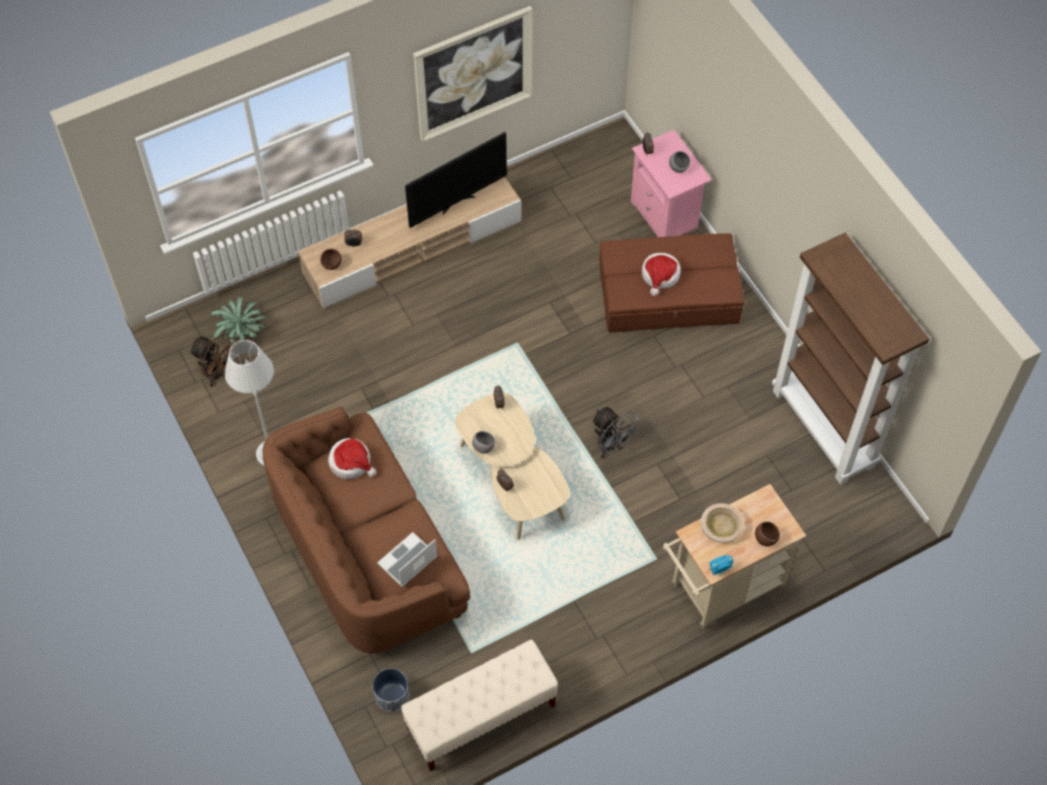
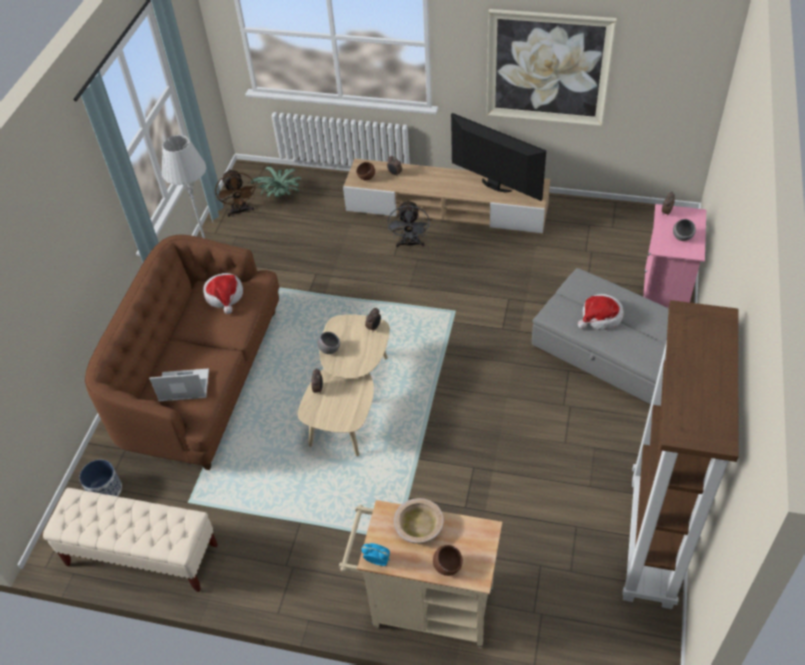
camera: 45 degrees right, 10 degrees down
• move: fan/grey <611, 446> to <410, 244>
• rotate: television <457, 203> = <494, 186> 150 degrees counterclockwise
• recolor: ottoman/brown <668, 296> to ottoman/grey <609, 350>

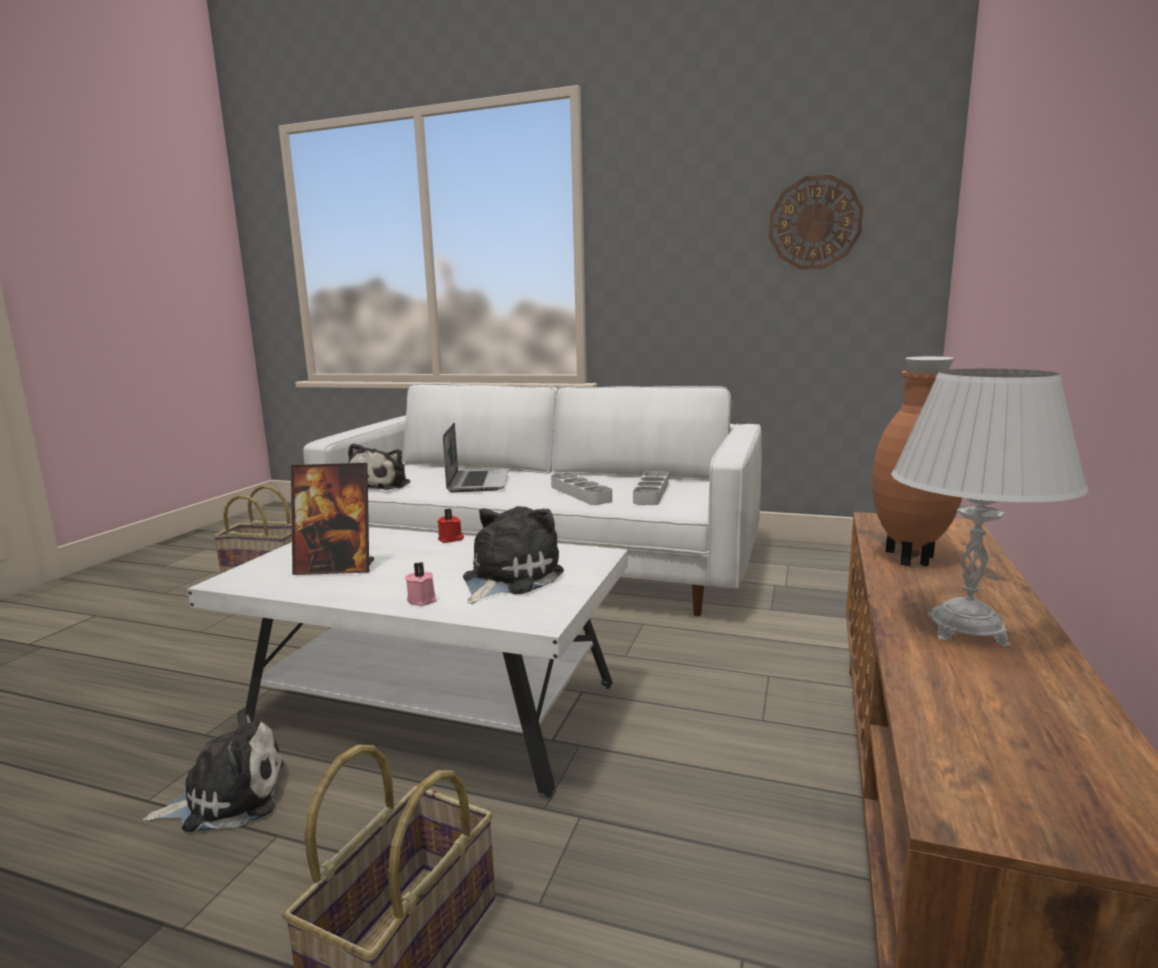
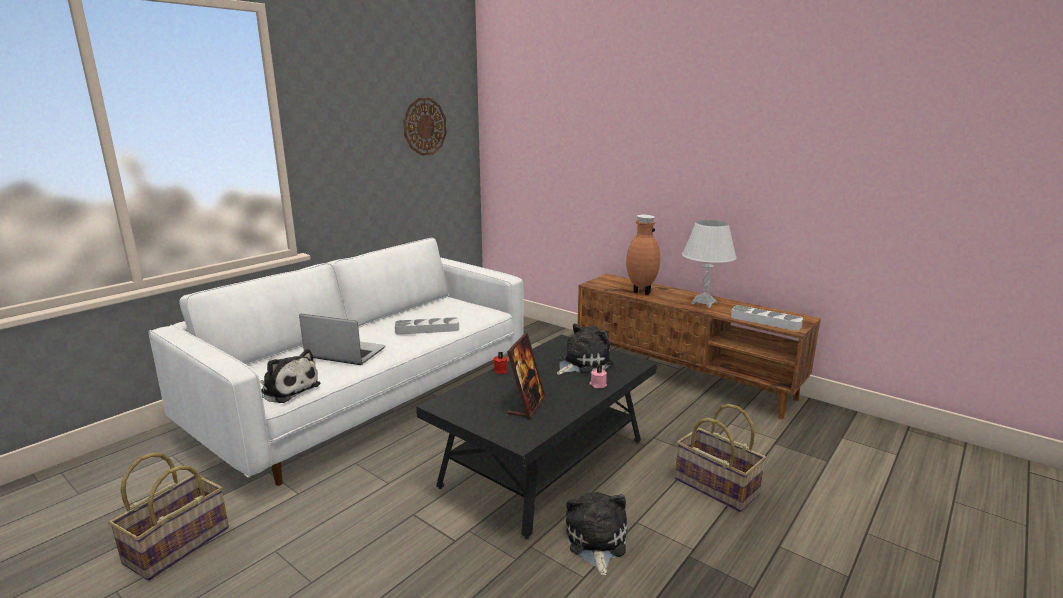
camera: 70 degrees left, 5 degrees up
• recolor: coffee table/white <434, 710> to coffee table/black <545, 464>
• rotate: plush toy <508, 578> = <582, 363> 90 degrees clockwise
• move: tray/grey <651, 492> to <765, 321>

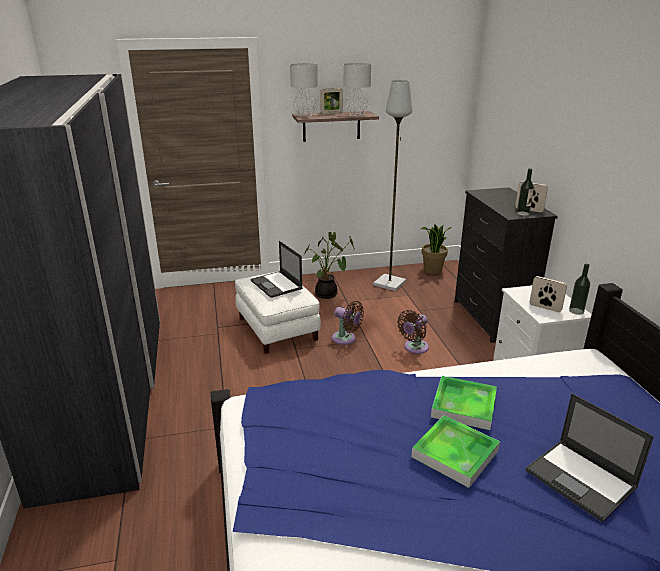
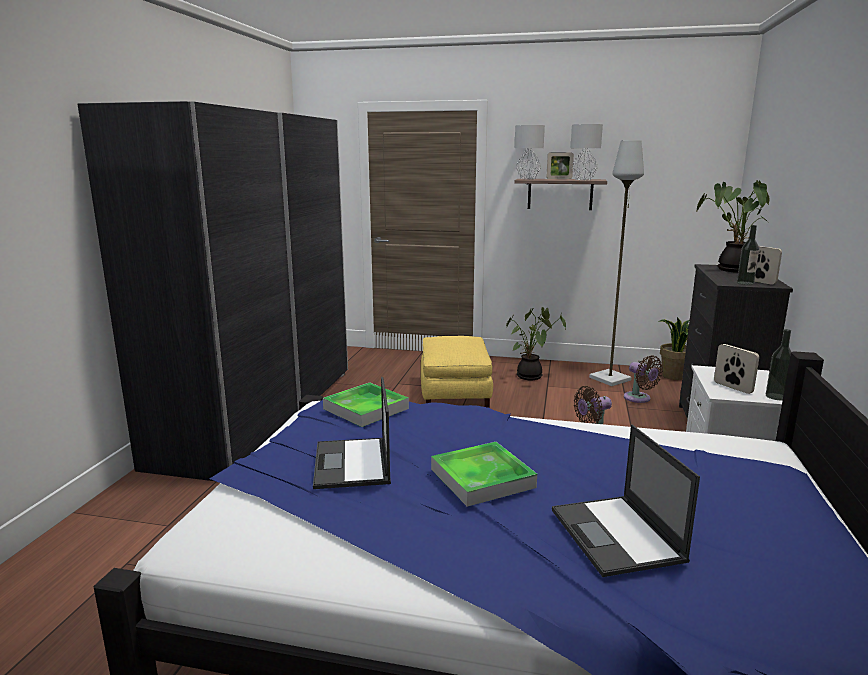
camera: 25 degrees right, 10 degrees down
• move: laptop <277, 285> to <352, 464>
• move: tray <464, 406> to <366, 408>
• recolor: ottoman/white <276, 328> to ottoman/yellow <454, 394>
• move: fan/brown <346, 339> to <639, 399>
• insert: potted plant <731, 270>

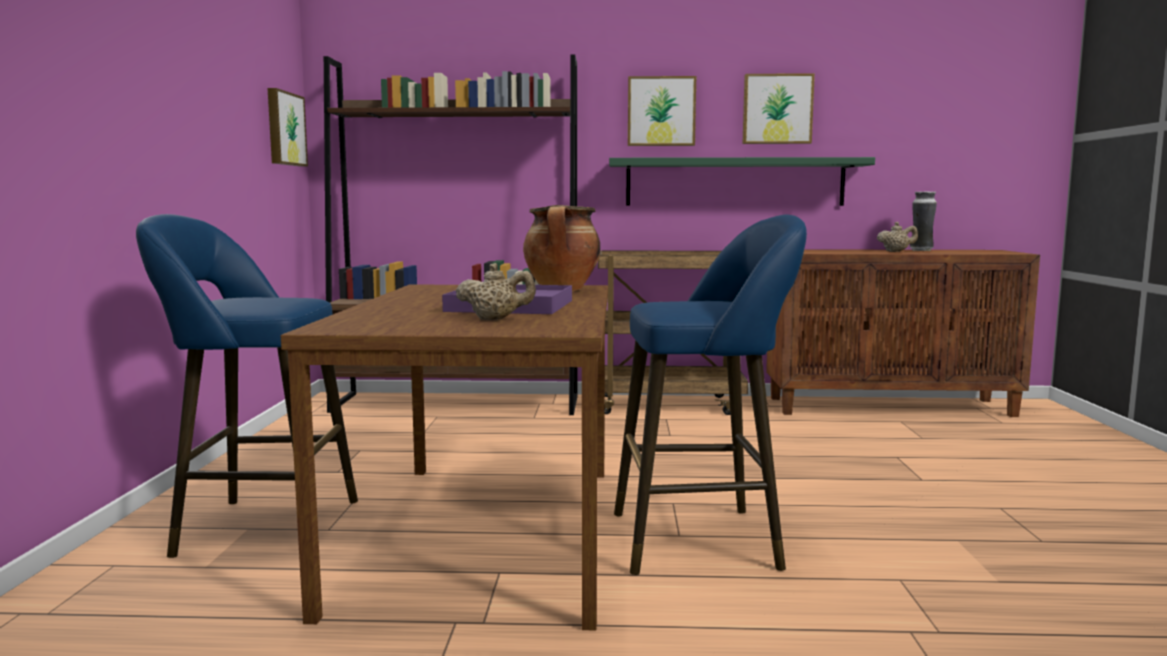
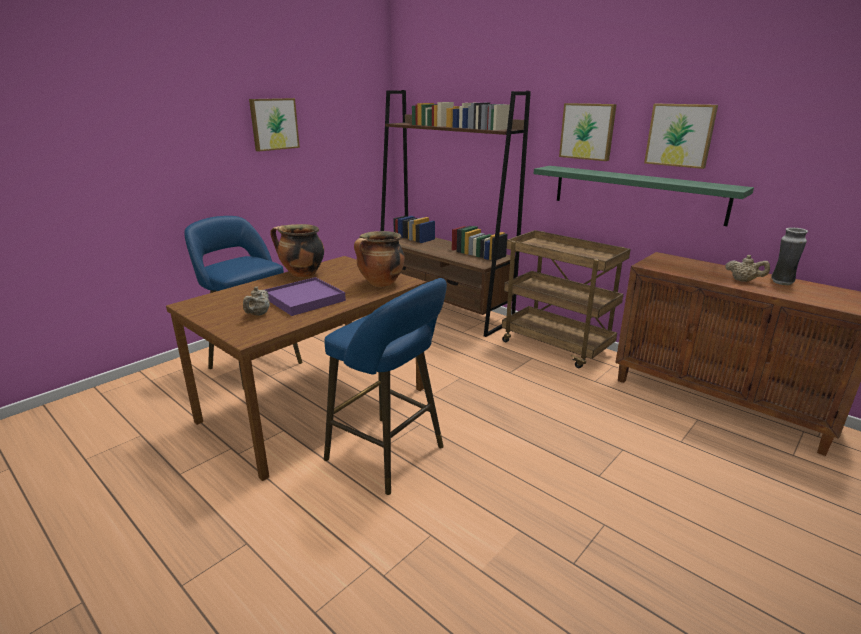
camera: 40 degrees right, 15 degrees up
• rotate: teapot/beige <496, 319> = <258, 314> 60 degrees clockwise
• move: picture <284, 129> to <273, 124>
• insert: cooking pot <301, 274>

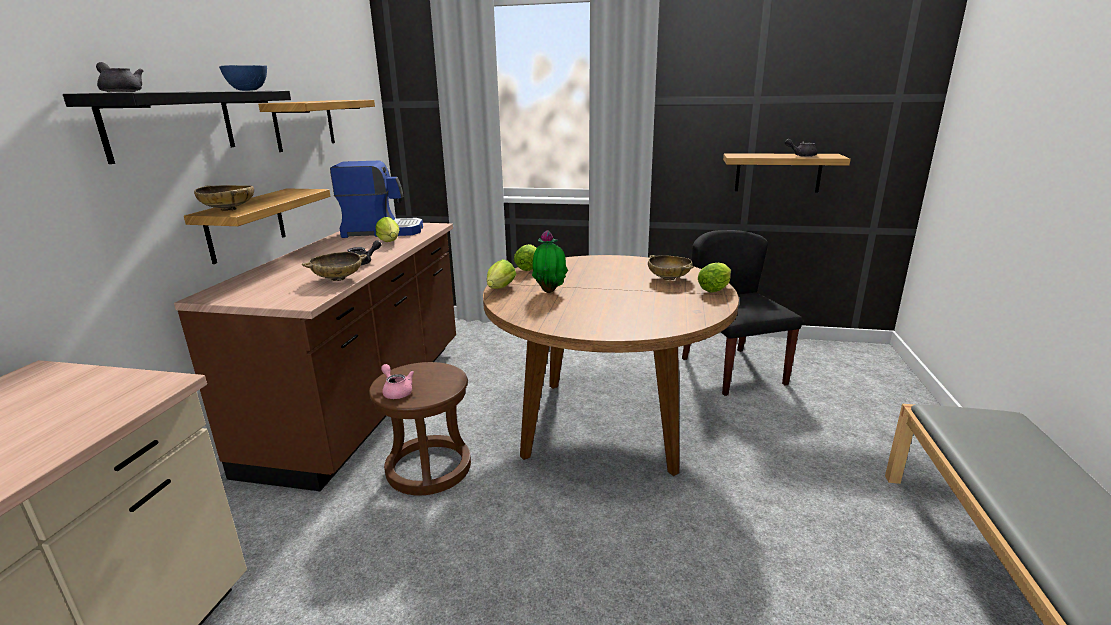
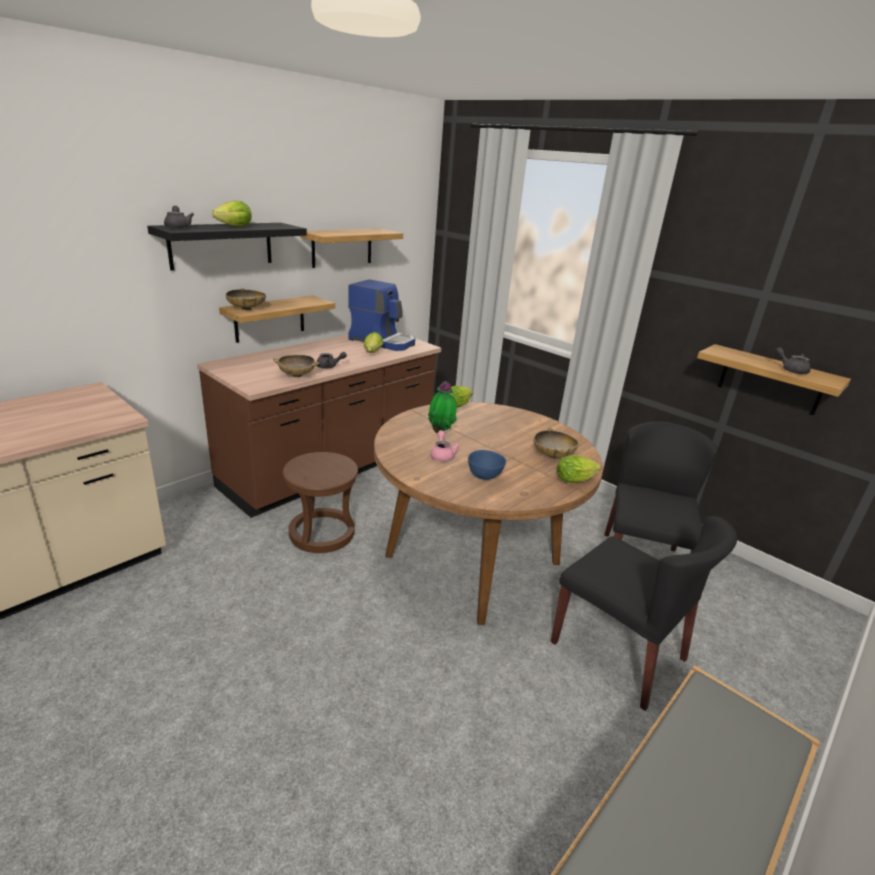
camera: 30 degrees right, 5 degrees up
• move: lettuce <499, 289> to <232, 226>
• move: teapot/pink <396, 391> to <442, 455>
• move: bowl/blue <249, 90> to <485, 476>
• insert: chair/black <619, 651>

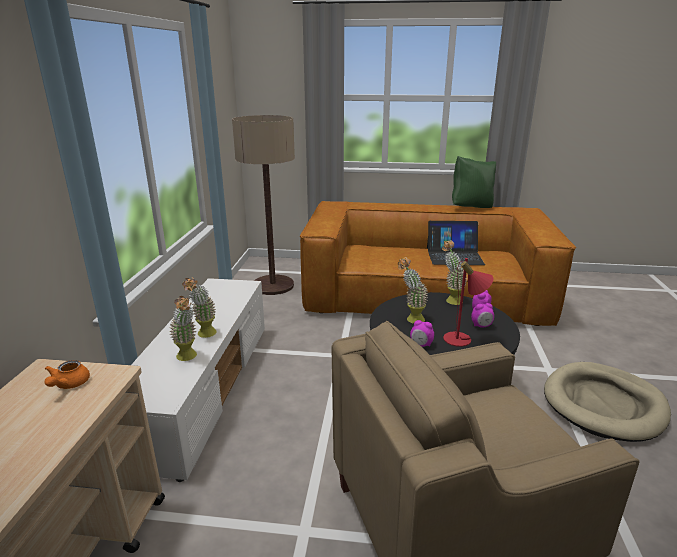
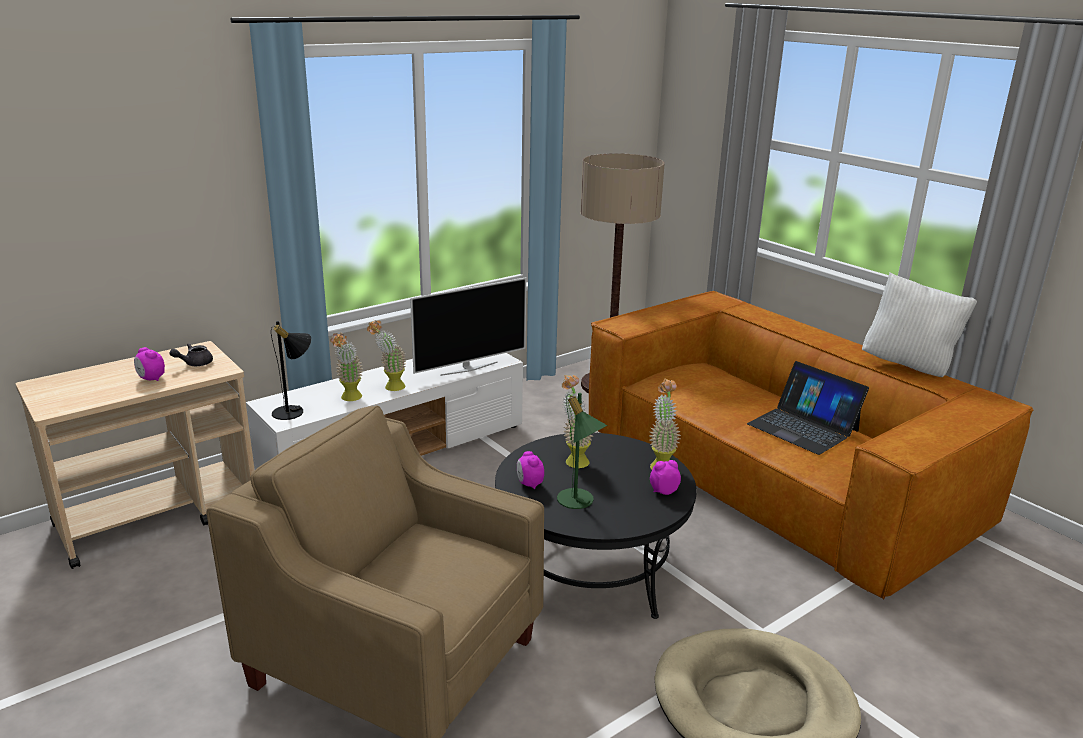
camera: 45 degrees right, 0 degrees up
• move: alarm clock <481, 326> to <151, 379>
• recolor: teapot/orange <68, 385> to teapot/grey <194, 363>
• insert: table lamp/black <294, 412>
• insert: television <468, 368>
• recolor: table lamp/red <463, 340> to table lamp/green <579, 502>
• recolor: pillow/green <471, 207> to pillow/white <909, 366>

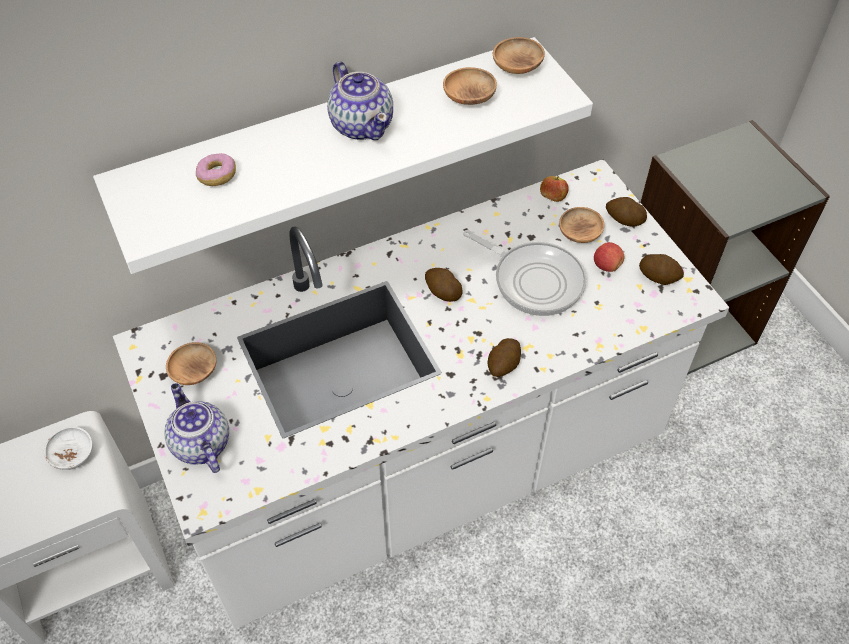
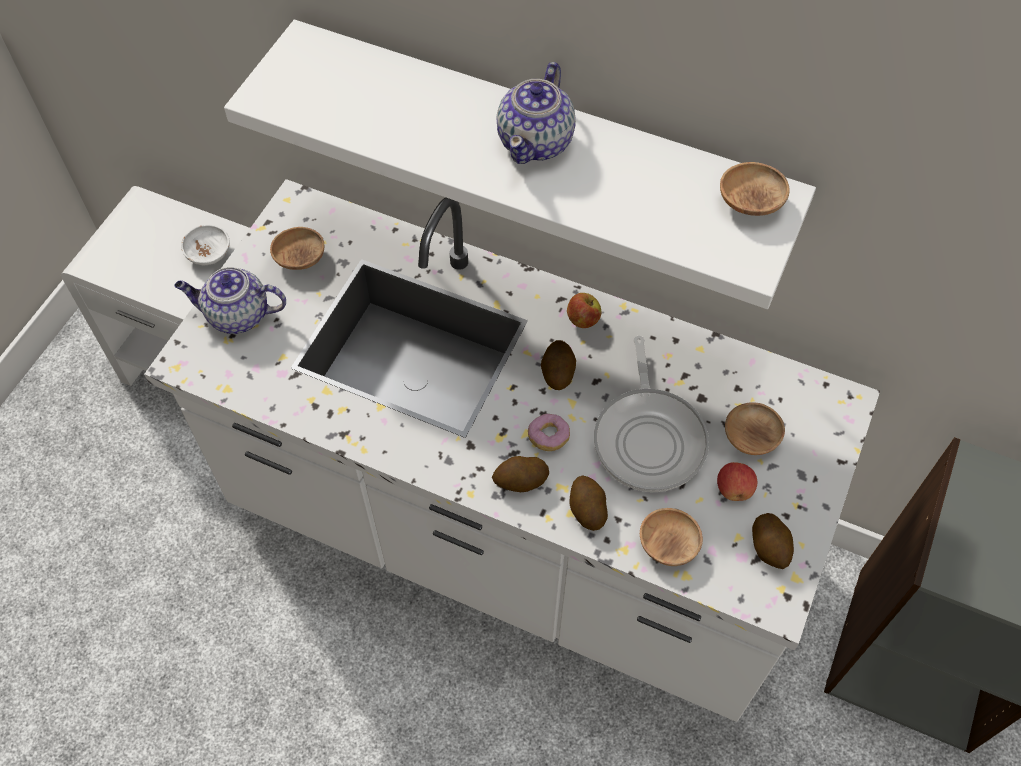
camera: 50 degrees right, 5 degrees up
• rotate: teapot <200, 443> = <237, 316> 105 degrees counterclockwise
• move: donut <217, 176> to <548, 437>
• move: apple <552, 198> to <583, 320>
• move: potato <624, 220> to <587, 509>
• move: bowl/brown <469, 98> to <668, 544>

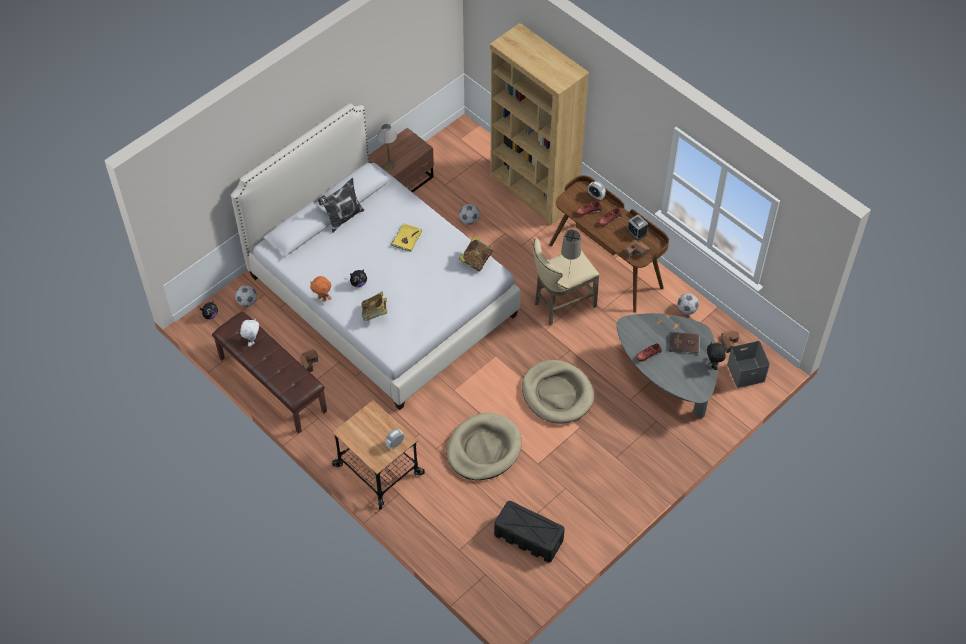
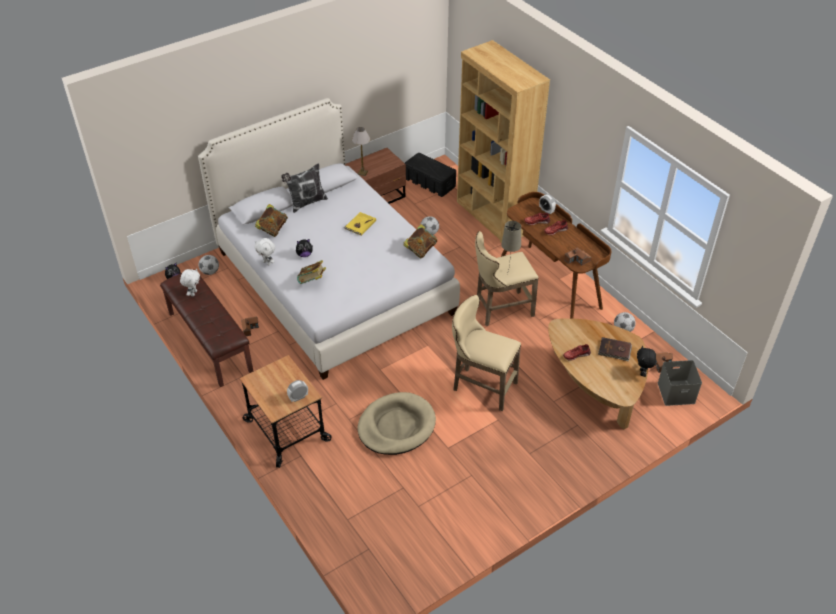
camera: 10 degrees right, 10 degrees down
• insert: book <272, 229>
• recolor: plush toy/orange <322, 298> to plush toy/white <267, 263>
• move: storage box/black <529, 537> to <430, 182>
• replace: dog bed/beige <557, 394> to stool/beige <481, 386>
• recolor: coffee table/grey <667, 376> to coffee table/brown <595, 385>
• delete: alarm clock <636, 232>

